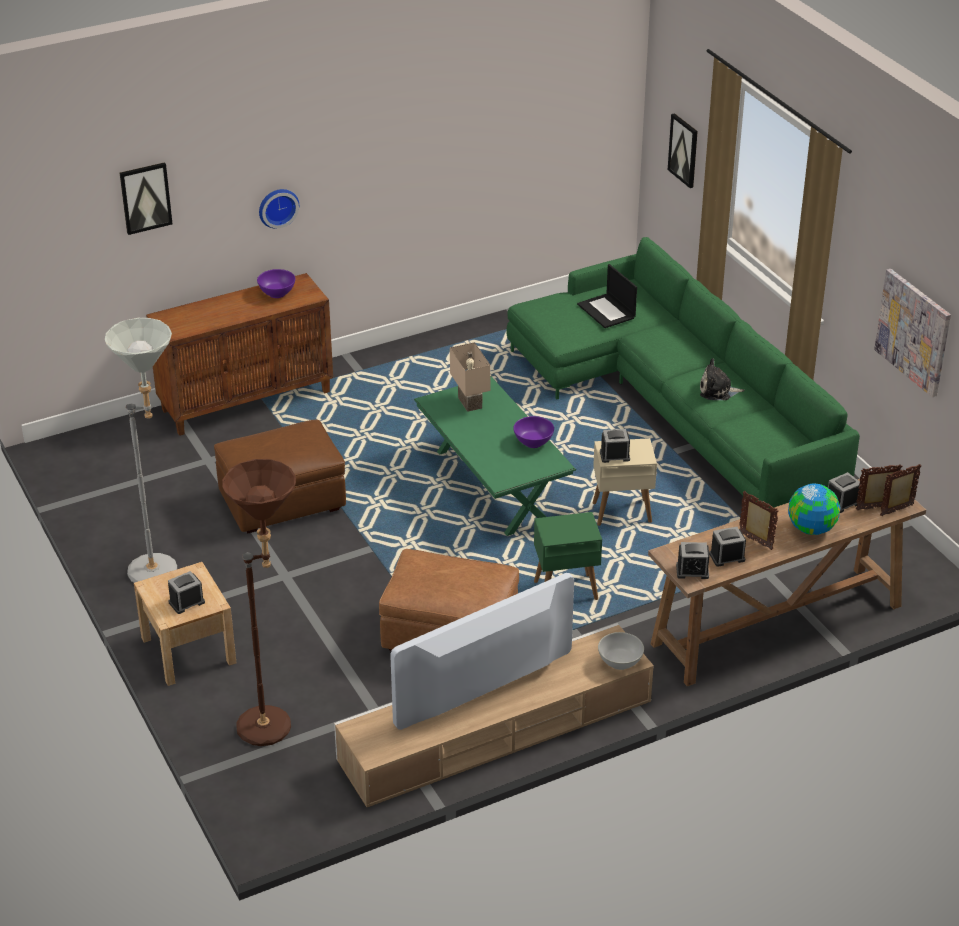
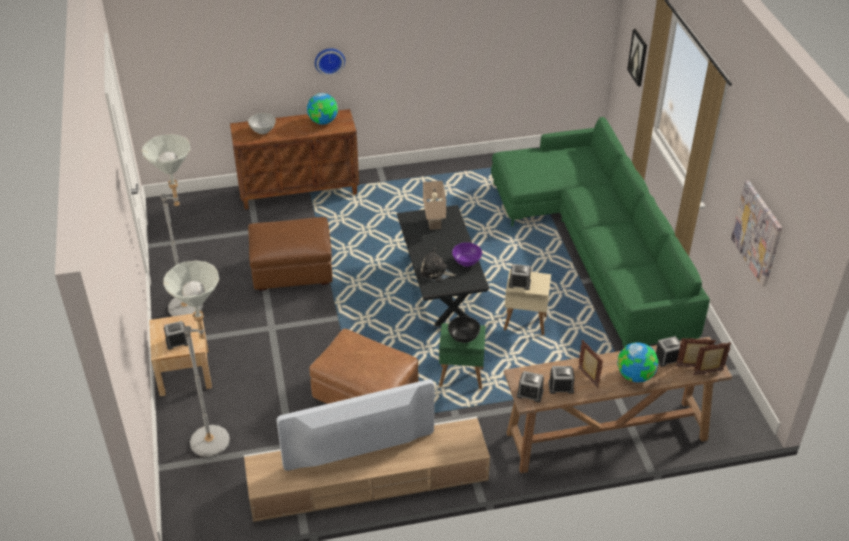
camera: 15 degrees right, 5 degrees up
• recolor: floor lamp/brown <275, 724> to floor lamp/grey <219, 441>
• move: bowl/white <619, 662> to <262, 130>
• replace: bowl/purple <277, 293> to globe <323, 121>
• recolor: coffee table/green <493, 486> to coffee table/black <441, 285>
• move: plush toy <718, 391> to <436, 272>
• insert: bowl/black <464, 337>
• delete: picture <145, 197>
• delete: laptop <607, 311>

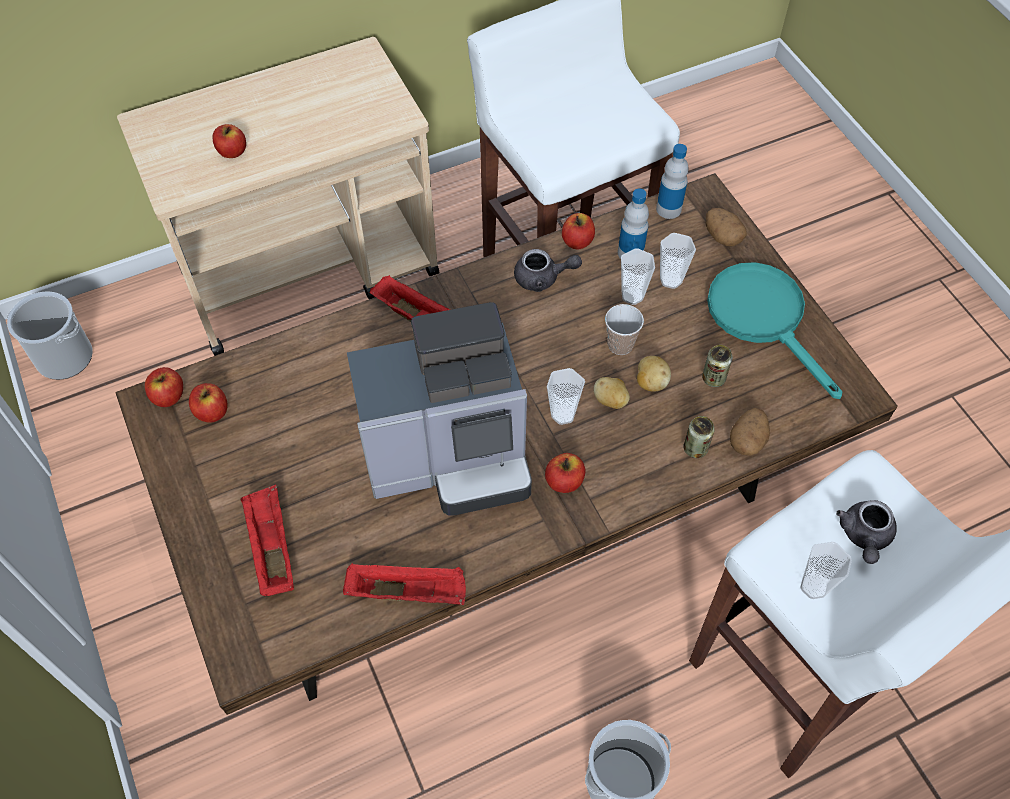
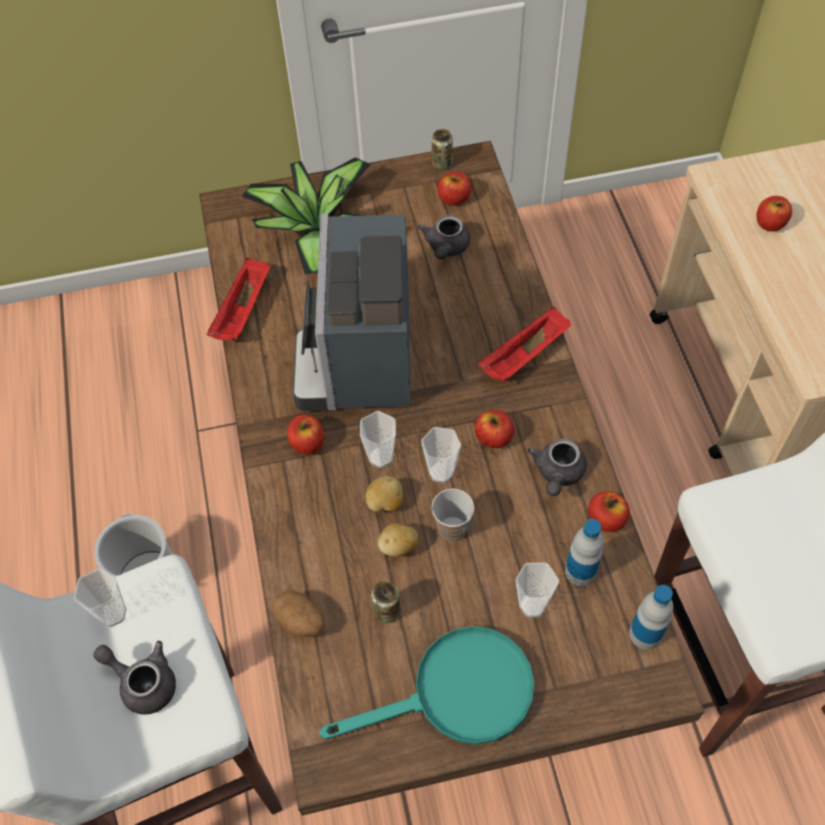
camera: 105 degrees right, 0 degrees up
• replace: tray/red <271, 547> to potted plant <313, 229>
• insert: teapot/grey <446, 248>
• move: cup <632, 296> to <441, 472>
• move: can <695, 448> to <442, 164>
• move: apple <168, 396> to <493, 437>
• delete: bucket <64, 357>
• delete: potato <722, 236>

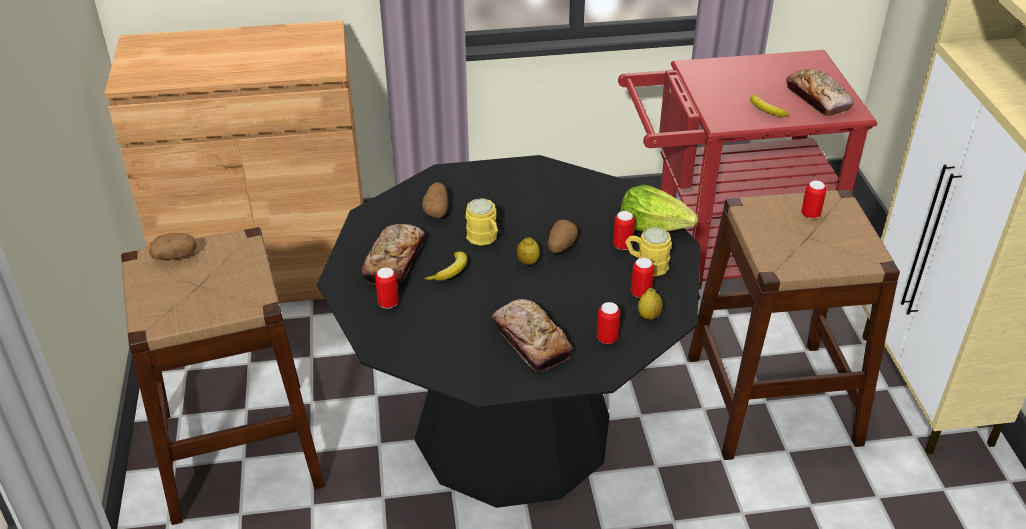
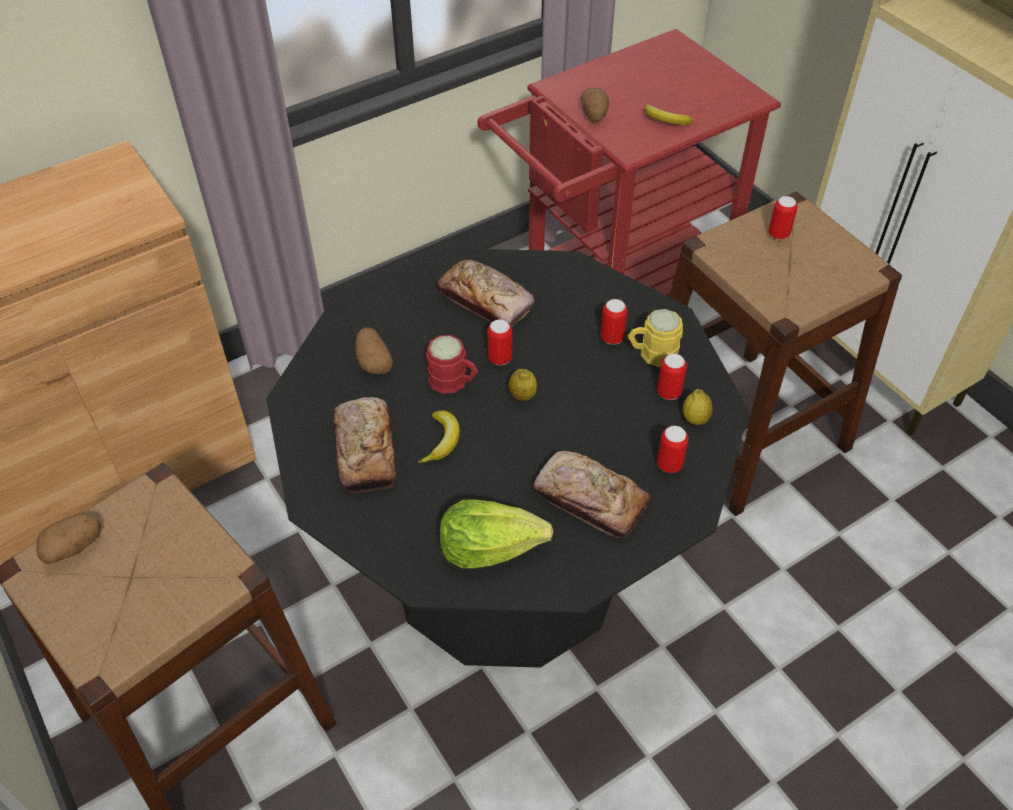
camera: 25 degrees left, 10 degrees up
• recolor: mug/yellow <485, 238> to mug/red <454, 382>
• move: bread <818, 99> to <486, 301>
• move: lettuce <654, 226> to <490, 547>
• move: can <388, 303> to <500, 358>
• move: potato <560, 246> to <594, 115>

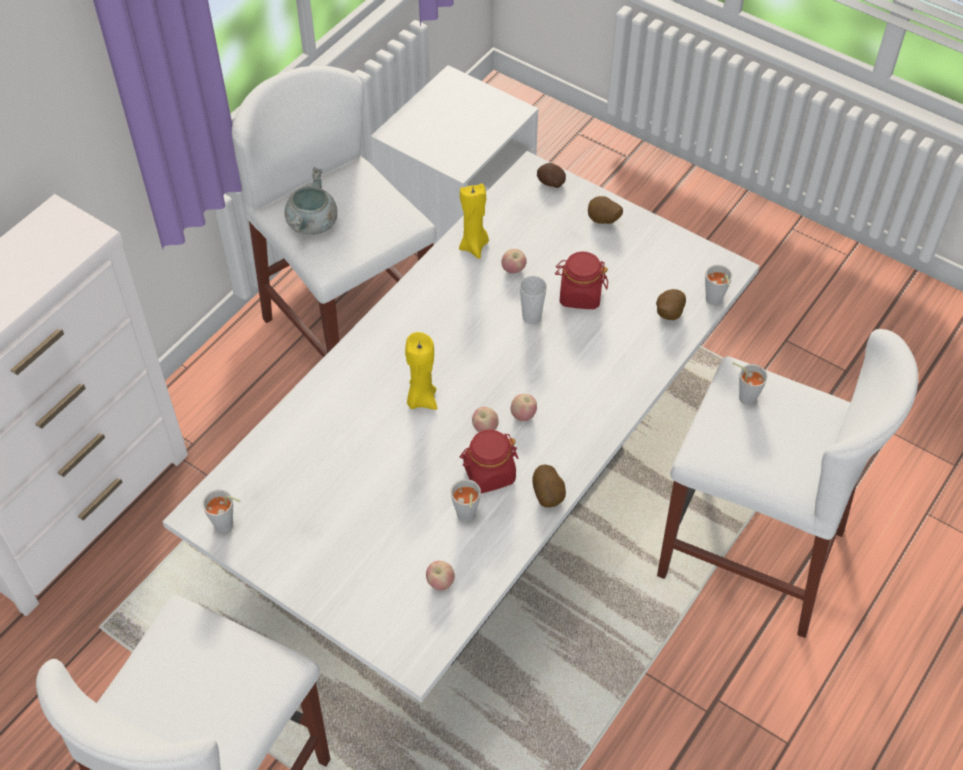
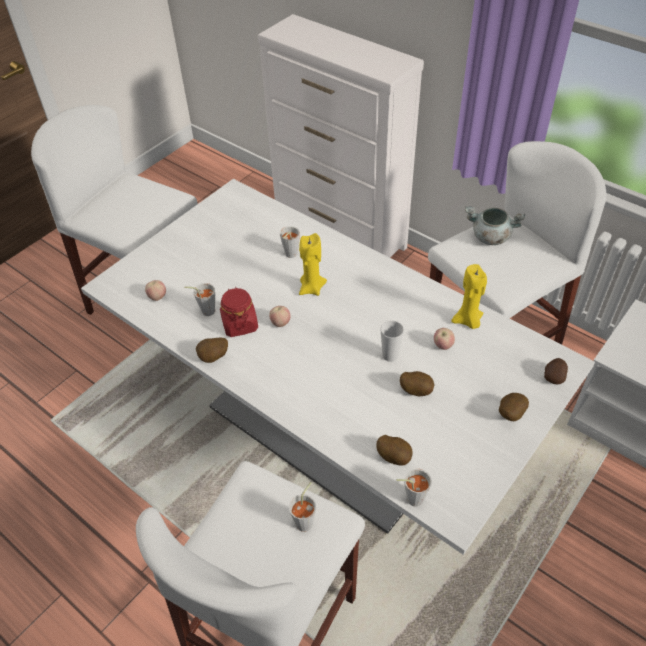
camera: 95 degrees right, 5 degrees down
• move: cup/grey <227, 526> to <289, 255>
• replace: jar/red <580, 295> to potato <416, 390>
• delete: apple <523, 415>

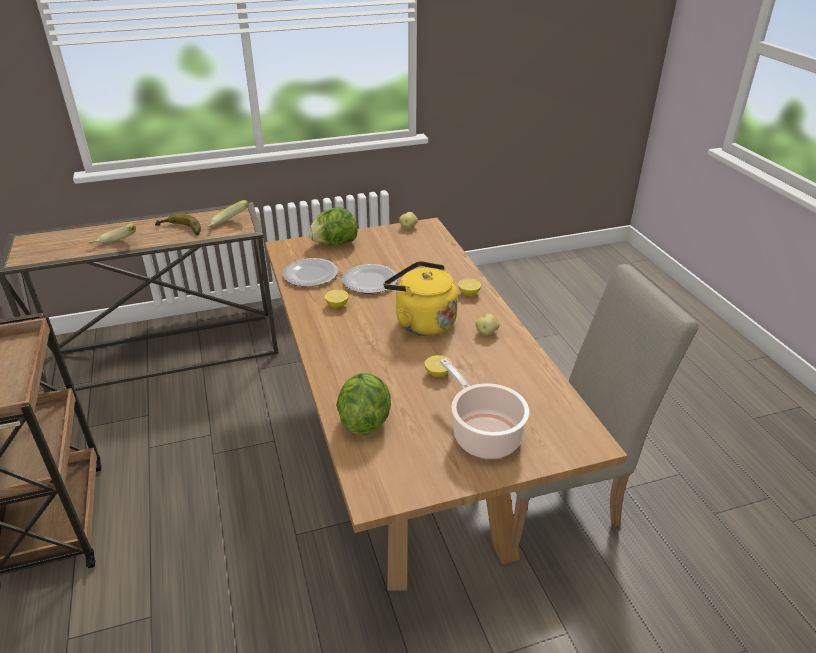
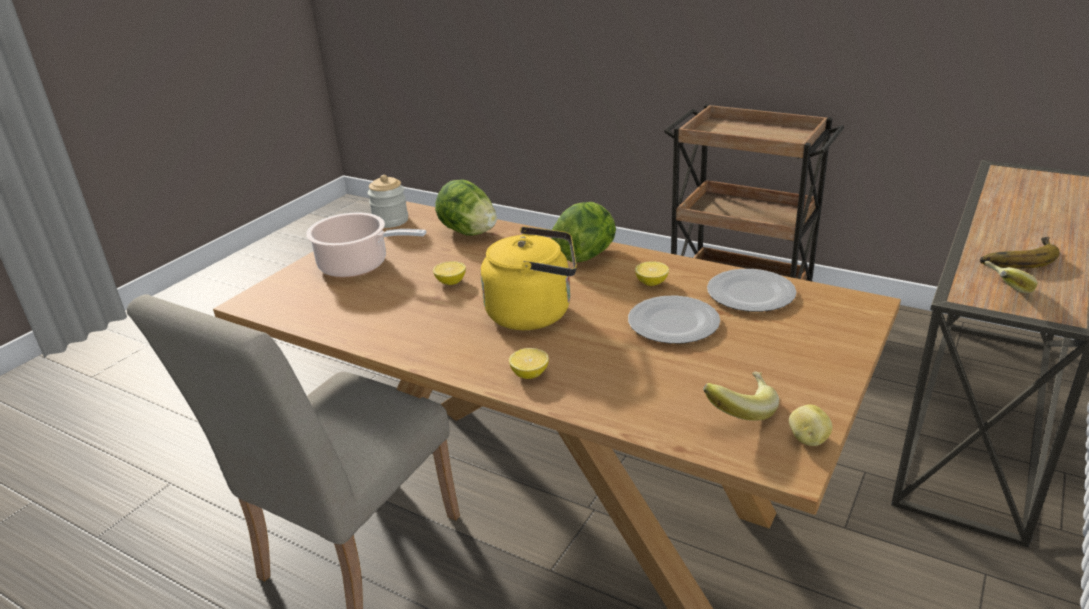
camera: 140 degrees right, 5 degrees down
• insert: jar <390, 221>
• move: lettuce <334, 244> to <586, 255>
• move: banana <115, 246> to <738, 409>
• delete: potato <486, 332>

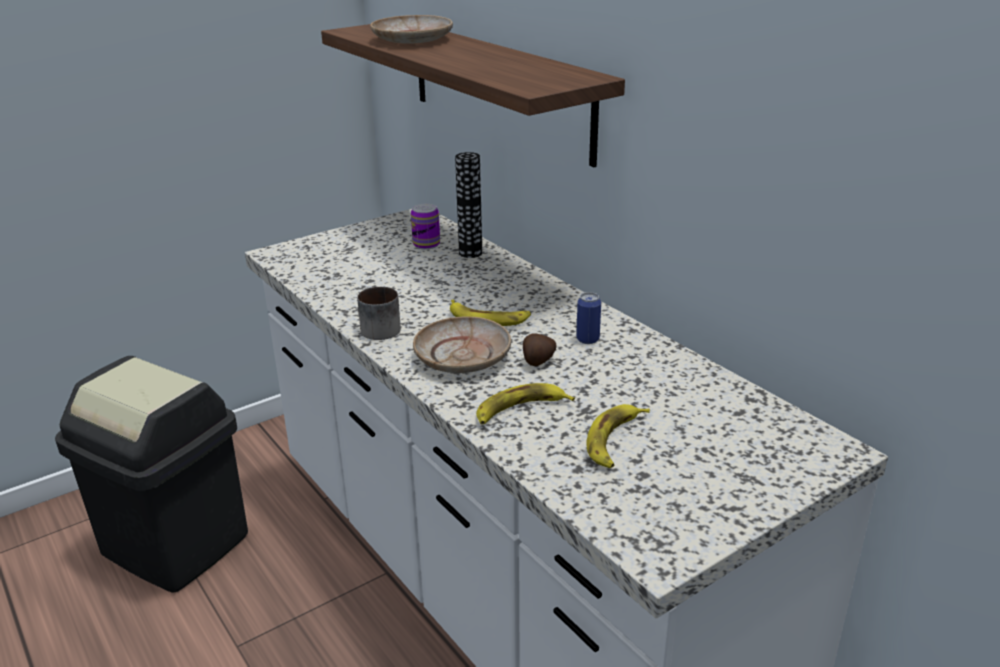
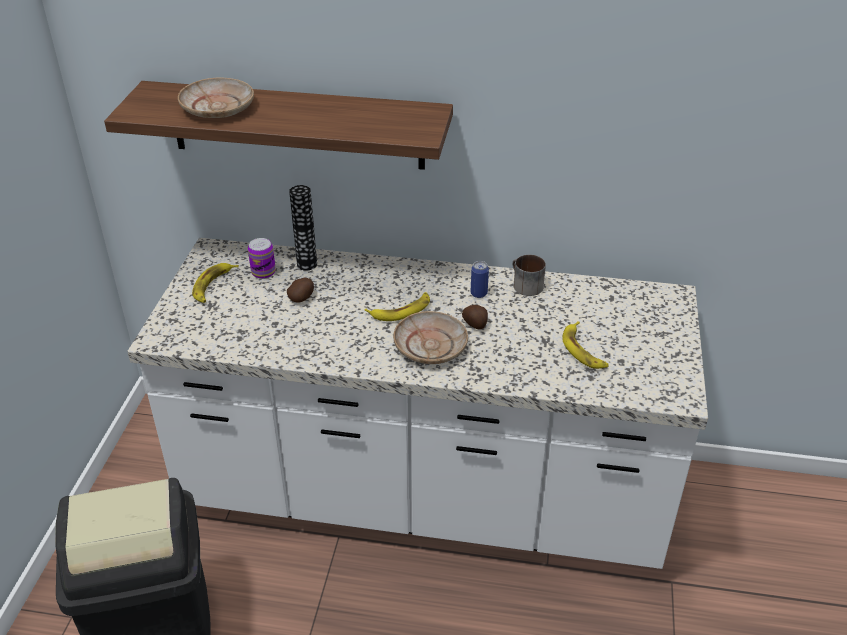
camera: 45 degrees left, 10 degrees up
• move: banana <520, 410> to <213, 286>
• insert: potato <302, 298>
• move: mug <380, 327> to <524, 285>

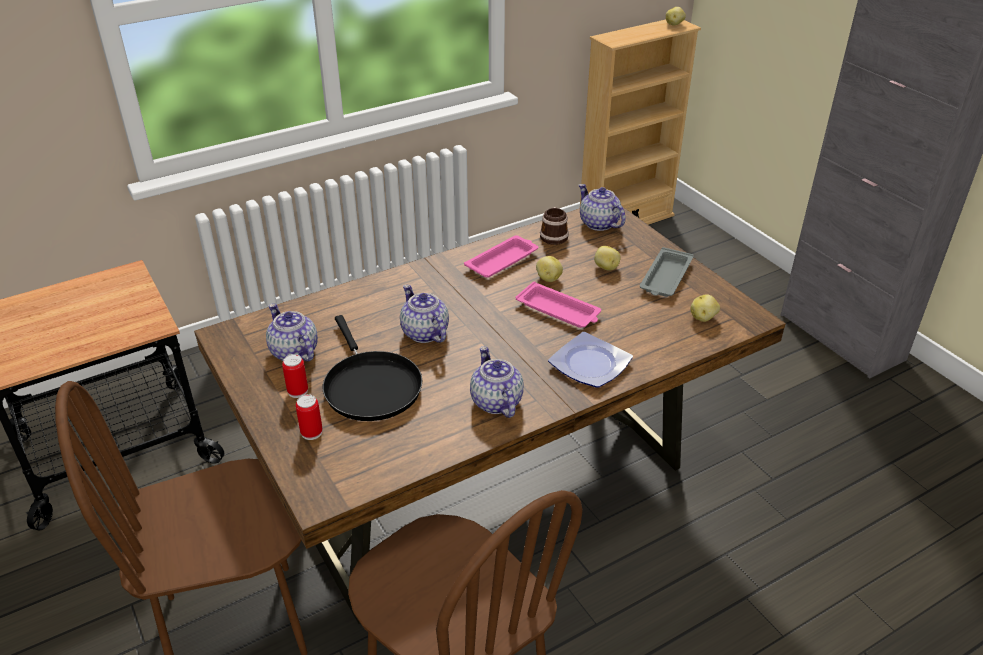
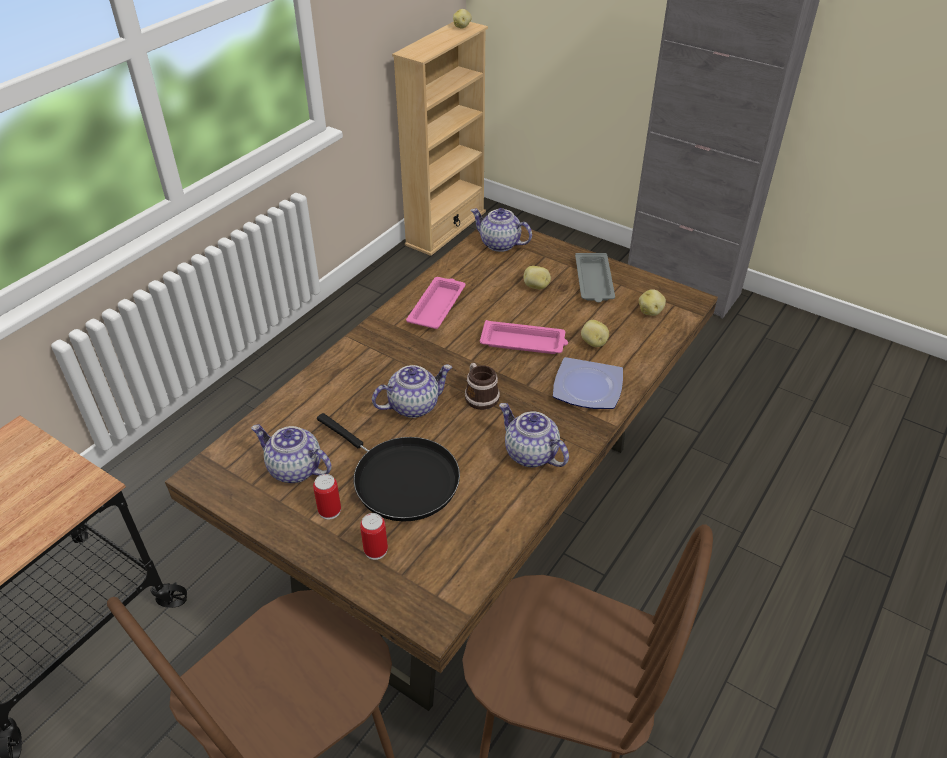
camera: 25 degrees left, 5 degrees up
• rotate: teapot <424, 333> = <414, 405> 120 degrees clockwise
• move: mug <553, 235> to <479, 395>
• move: potato <548, 278> to <593, 343>

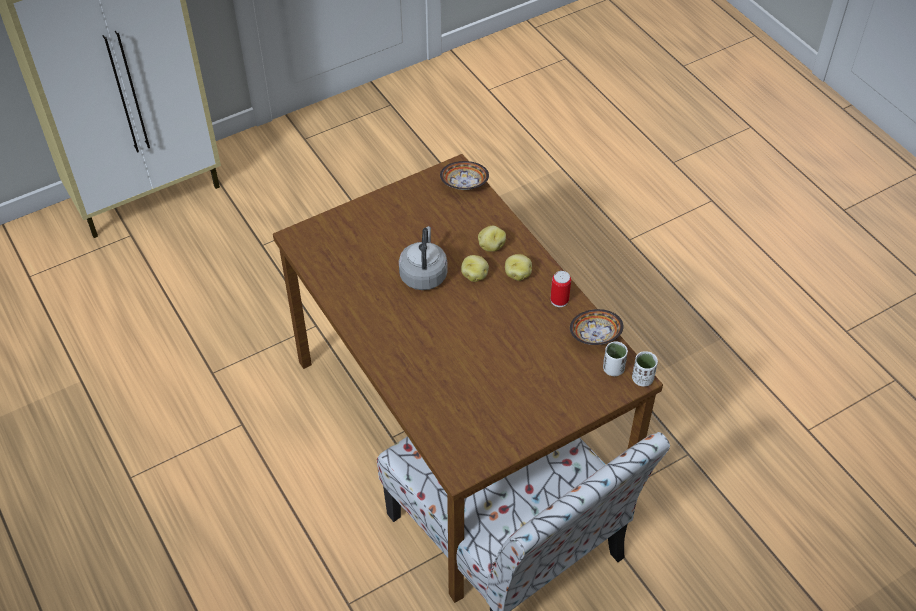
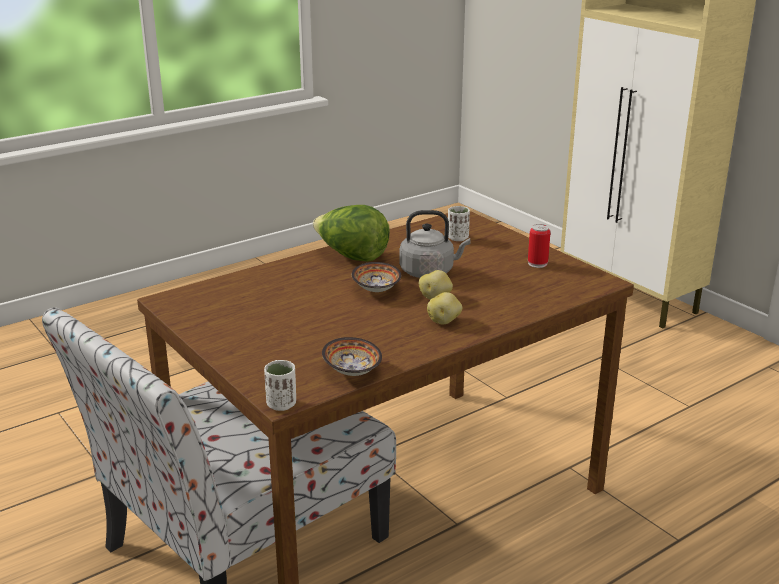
camera: 85 degrees right, 25 degrees down
• insert: lettuce <352, 257>
• move: bowl <465, 185> to <375, 290>
• move: cup/white <613, 369> to <458, 238>
• move: can <559, 300> to <537, 263>
• delete: potato <491, 246>

